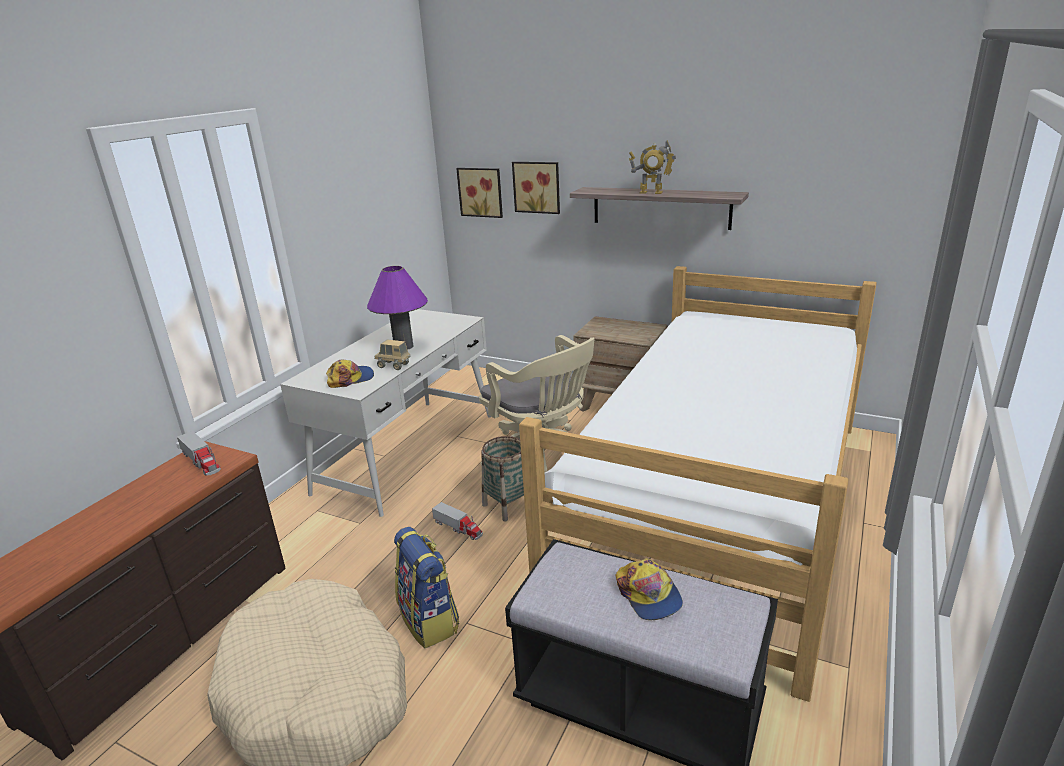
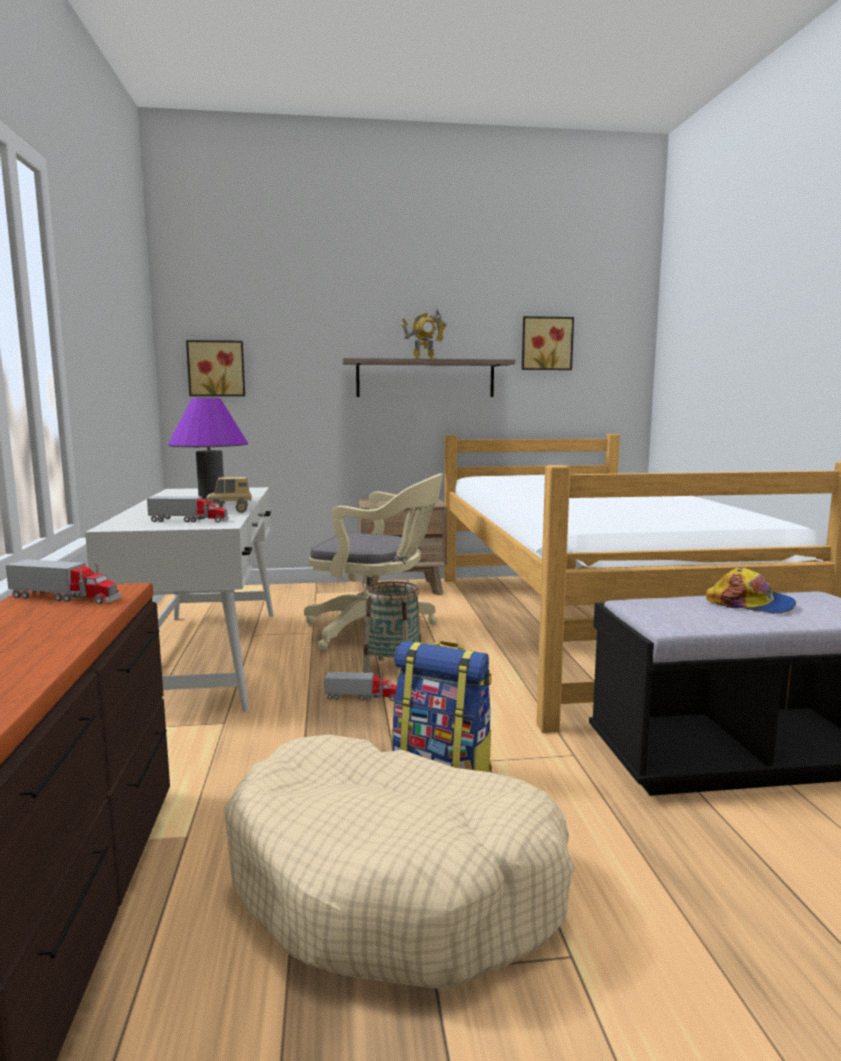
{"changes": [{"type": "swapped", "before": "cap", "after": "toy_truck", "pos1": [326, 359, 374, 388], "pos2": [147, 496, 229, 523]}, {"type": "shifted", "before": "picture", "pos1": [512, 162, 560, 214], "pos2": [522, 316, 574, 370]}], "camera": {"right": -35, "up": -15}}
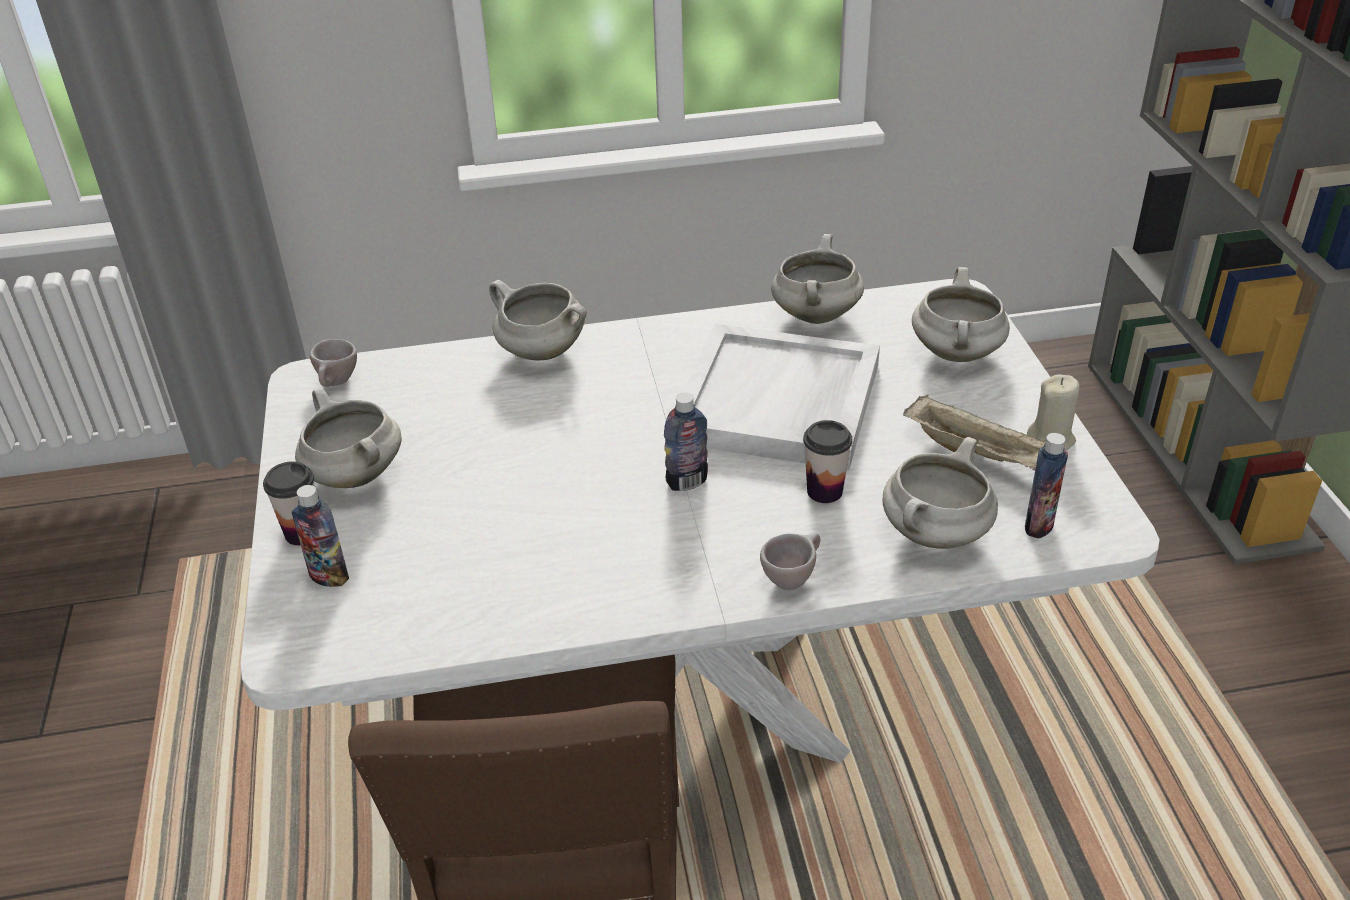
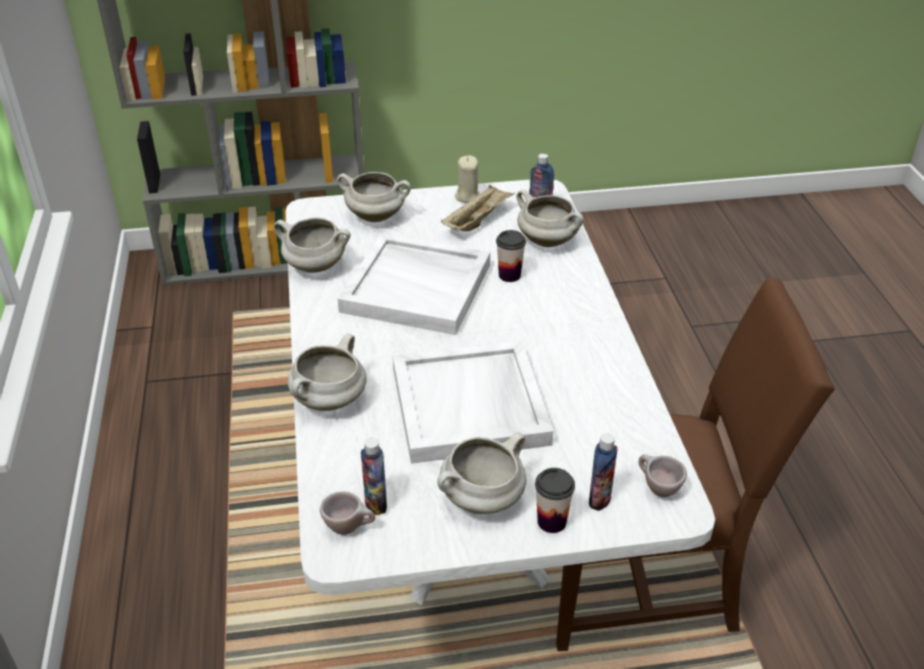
{"changes": [{"type": "shifted", "before": "bottle", "pos1": [664, 393, 708, 491], "pos2": [361, 438, 387, 515]}, {"type": "new", "after": "white_tray", "pos2": [393, 341, 553, 464]}, {"type": "shifted", "before": "beige_cup", "pos1": [760, 533, 820, 590], "pos2": [638, 454, 687, 497]}], "camera": {"right": -90, "up": 0}}
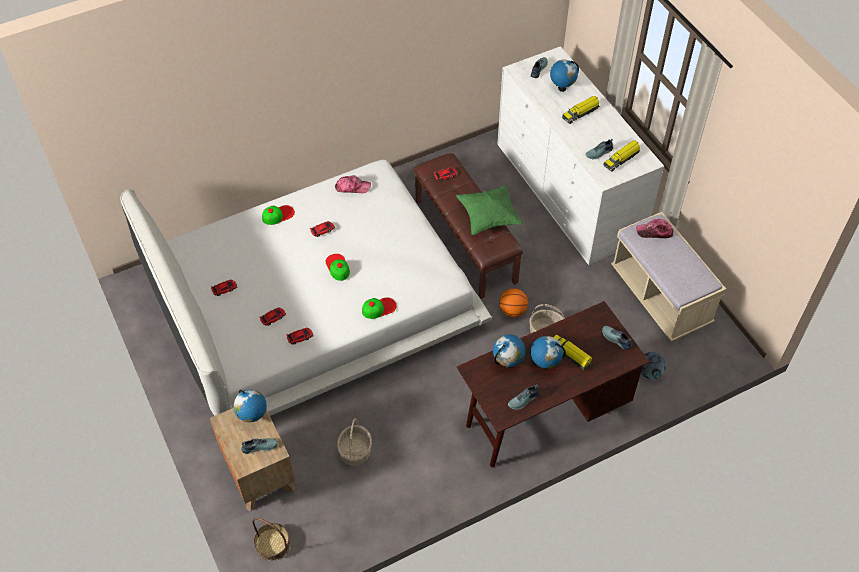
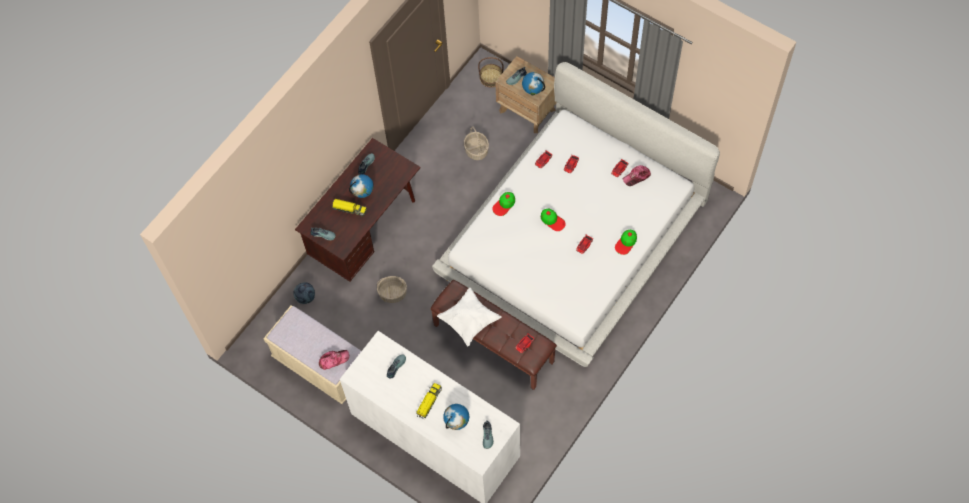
{"changes": [{"type": "repainted", "before": "green_pillow", "after": "white_pillow", "pos1": [456, 185, 523, 235], "pos2": [437, 288, 501, 346]}, {"type": "shifted", "before": "cap", "pos1": [335, 176, 371, 193], "pos2": [623, 165, 651, 186]}, {"type": "gone", "before": "globe", "pos1": [493, 334, 525, 368]}, {"type": "gone", "before": "basketball", "pos1": [499, 288, 528, 317]}, {"type": "gone", "before": "toy_truck", "pos1": [603, 141, 640, 172]}], "camera": {"right": 155, "up": 10}}
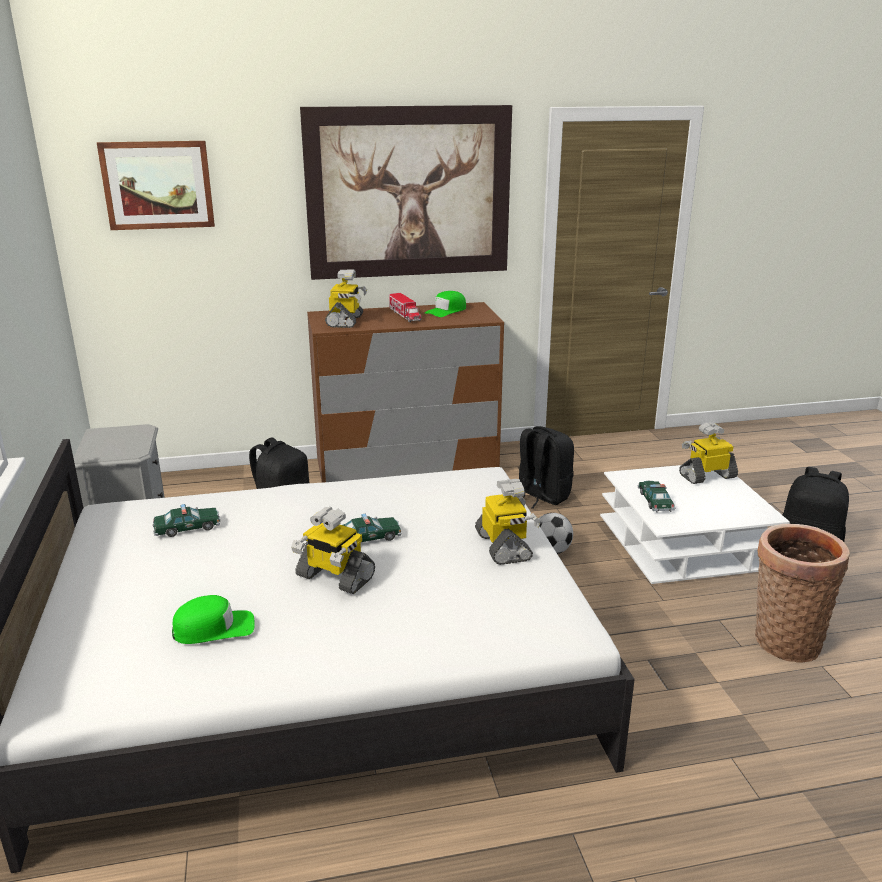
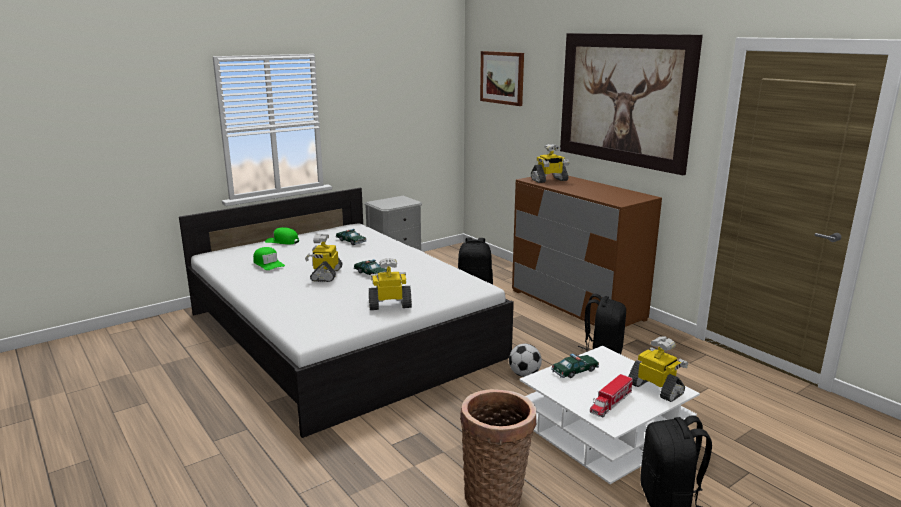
{"changes": [{"type": "shifted", "before": "green_cap", "pos1": [425, 291, 466, 317], "pos2": [265, 227, 299, 245]}, {"type": "rotated", "before": "toy_robot", "pos1": [475, 479, 541, 565], "pos2": [369, 258, 412, 310], "turn": -150}, {"type": "shifted", "before": "toy_truck", "pos1": [389, 293, 422, 322], "pos2": [590, 374, 633, 417]}], "camera": {"right": 65, "up": -5}}
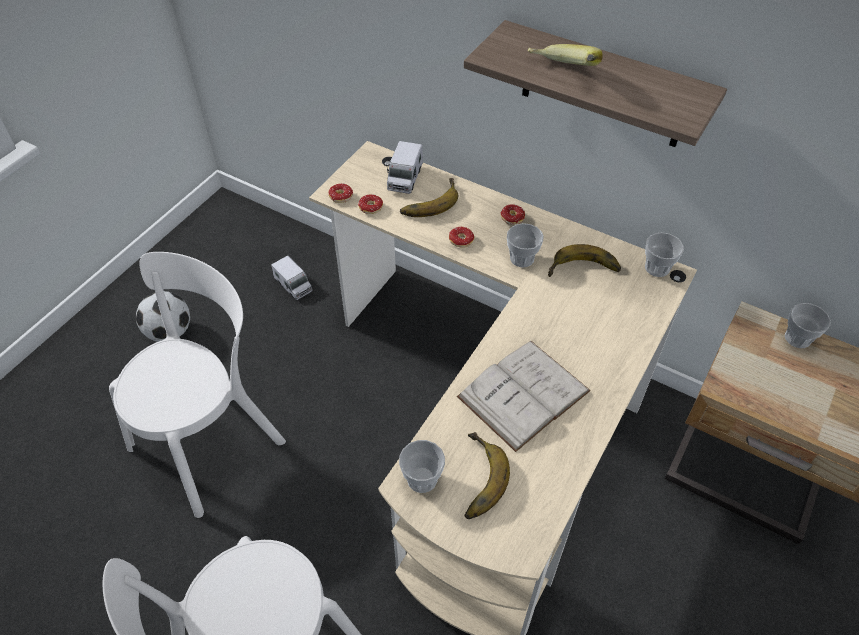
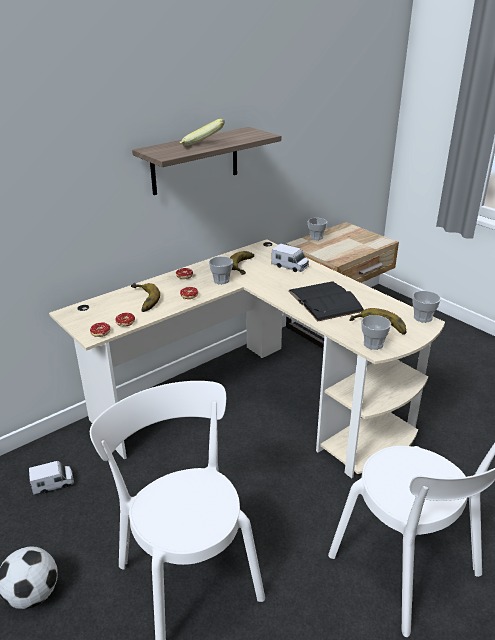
{"changes": [{"type": "shifted", "before": "toy_truck", "pos1": [387, 141, 423, 194], "pos2": [271, 243, 309, 272]}, {"type": "repainted", "before": "white_book", "after": "black_book", "pos1": [457, 341, 591, 452], "pos2": [288, 281, 364, 322]}, {"type": "shifted", "before": "cup", "pos1": [645, 232, 684, 277], "pos2": [413, 291, 441, 323]}], "camera": {"right": -70, "up": -20}}
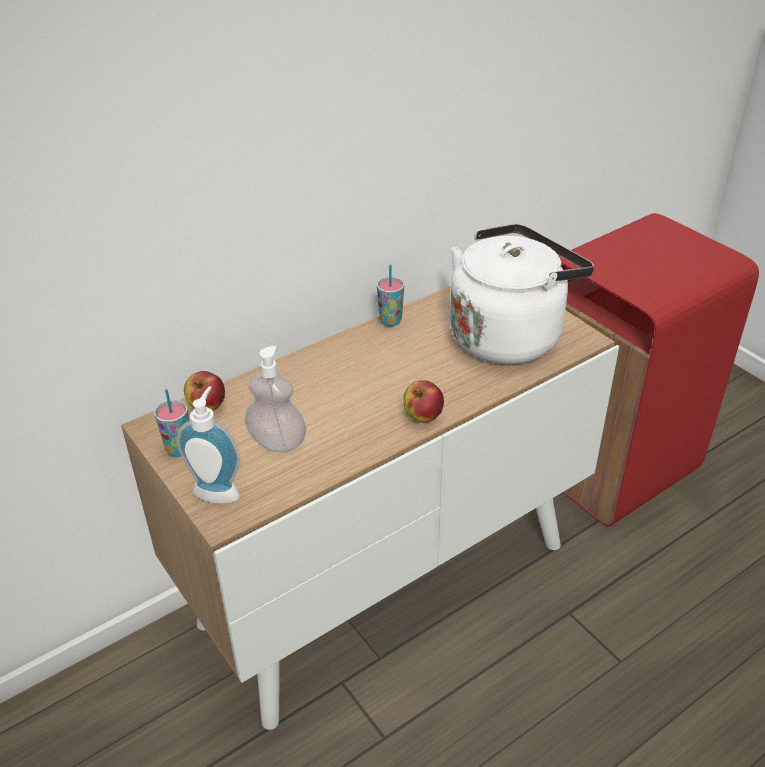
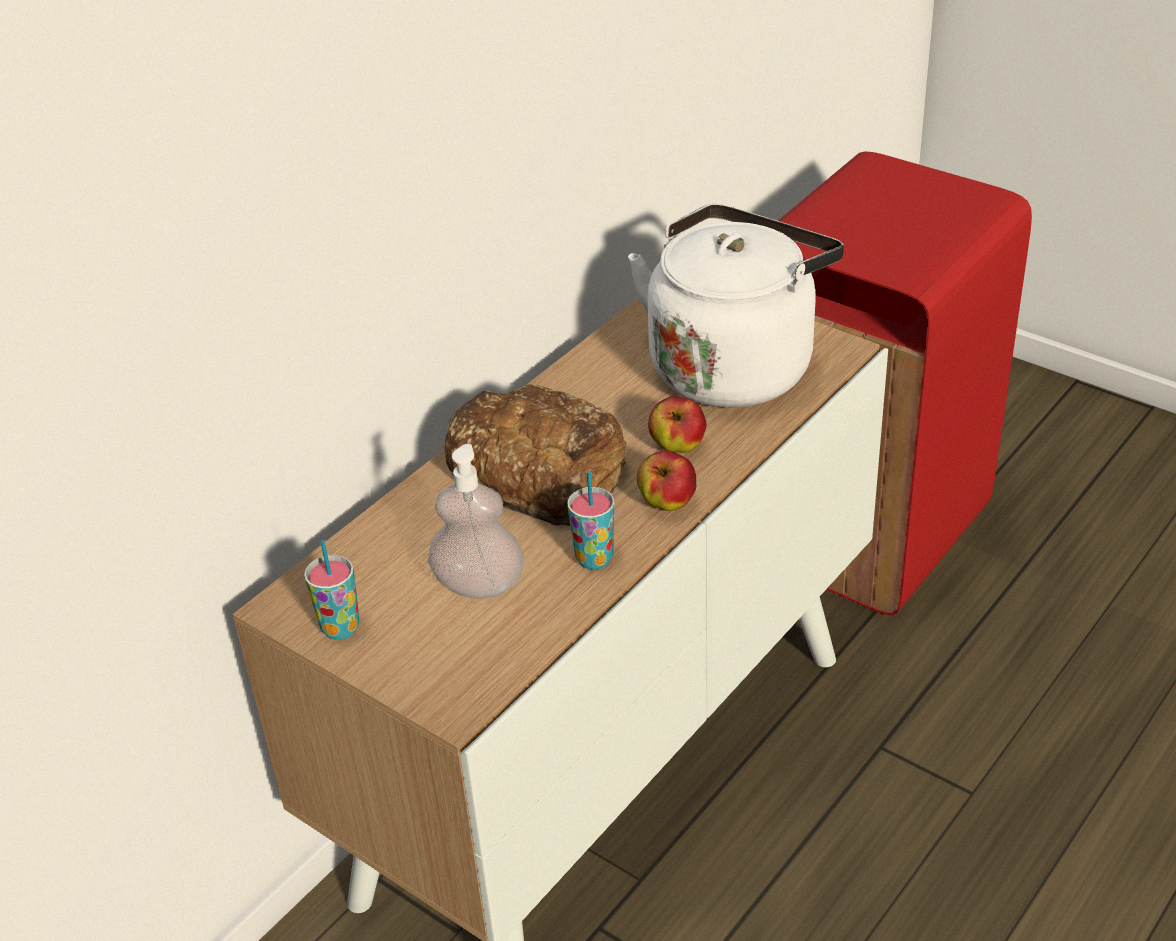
{"changes": [{"type": "new", "after": "bread", "pos2": [445, 384, 626, 526]}, {"type": "shifted", "before": "cup", "pos1": [377, 265, 404, 327], "pos2": [567, 471, 615, 570]}, {"type": "shifted", "before": "apple", "pos1": [184, 371, 225, 411], "pos2": [648, 396, 707, 453]}, {"type": "gone", "before": "soap_dispenser", "pos1": [177, 386, 240, 504]}], "camera": {"right": -15, "up": 0}}
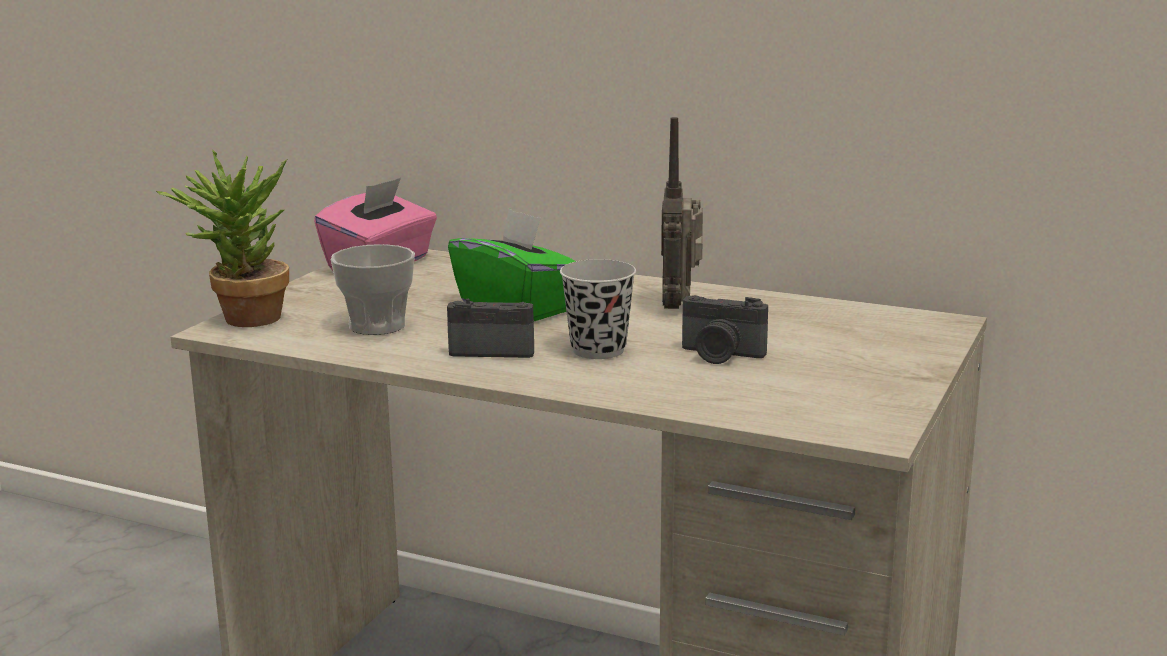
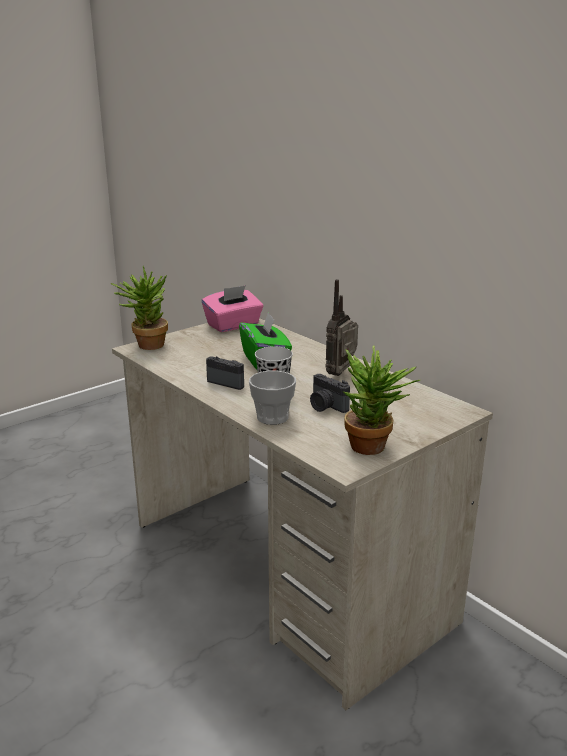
{"changes": [{"type": "shifted", "before": "cup", "pos1": [331, 244, 415, 335], "pos2": [249, 371, 296, 425]}, {"type": "new", "after": "potted_plant", "pos2": [343, 345, 420, 455]}], "camera": {"right": 25, "up": 5}}
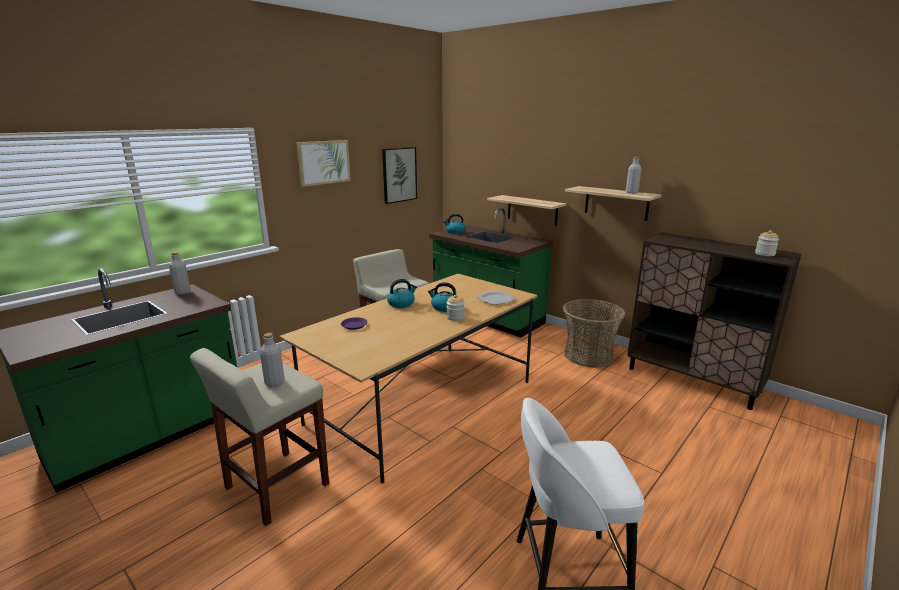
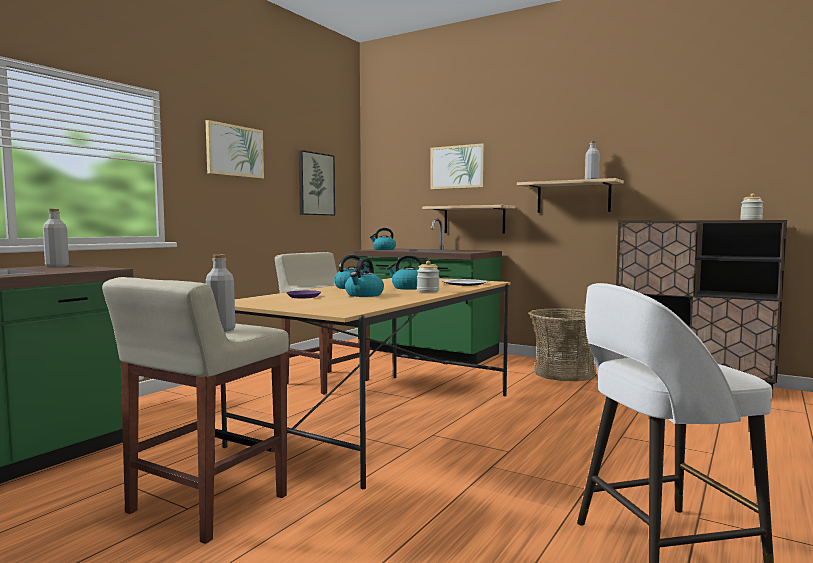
{"changes": [{"type": "new", "after": "kettle", "pos2": [345, 258, 384, 297]}, {"type": "new", "after": "picture", "pos2": [430, 143, 485, 189]}], "camera": {"right": -10, "up": -15}}
